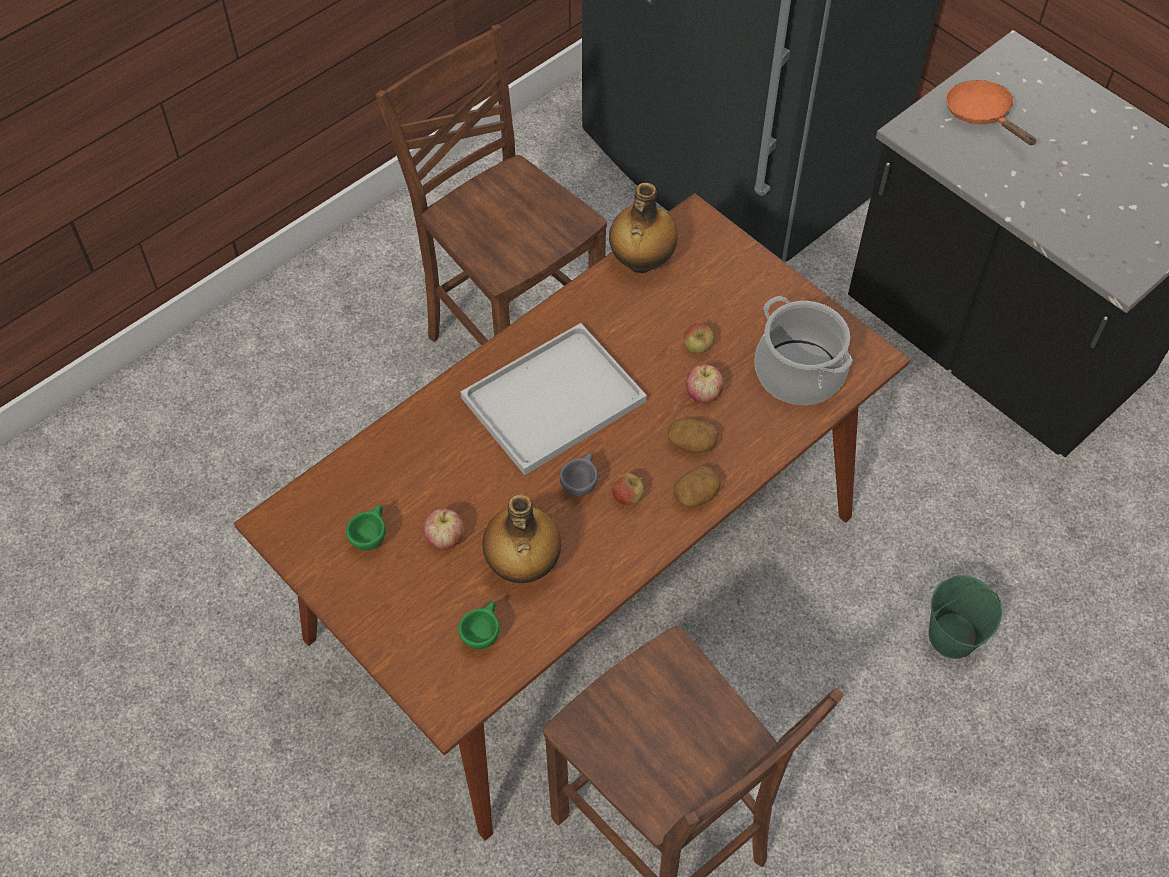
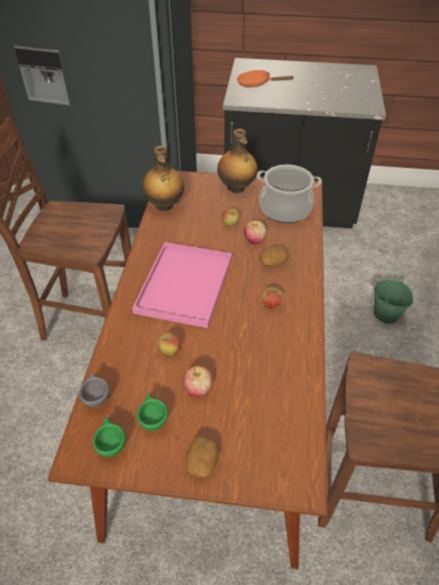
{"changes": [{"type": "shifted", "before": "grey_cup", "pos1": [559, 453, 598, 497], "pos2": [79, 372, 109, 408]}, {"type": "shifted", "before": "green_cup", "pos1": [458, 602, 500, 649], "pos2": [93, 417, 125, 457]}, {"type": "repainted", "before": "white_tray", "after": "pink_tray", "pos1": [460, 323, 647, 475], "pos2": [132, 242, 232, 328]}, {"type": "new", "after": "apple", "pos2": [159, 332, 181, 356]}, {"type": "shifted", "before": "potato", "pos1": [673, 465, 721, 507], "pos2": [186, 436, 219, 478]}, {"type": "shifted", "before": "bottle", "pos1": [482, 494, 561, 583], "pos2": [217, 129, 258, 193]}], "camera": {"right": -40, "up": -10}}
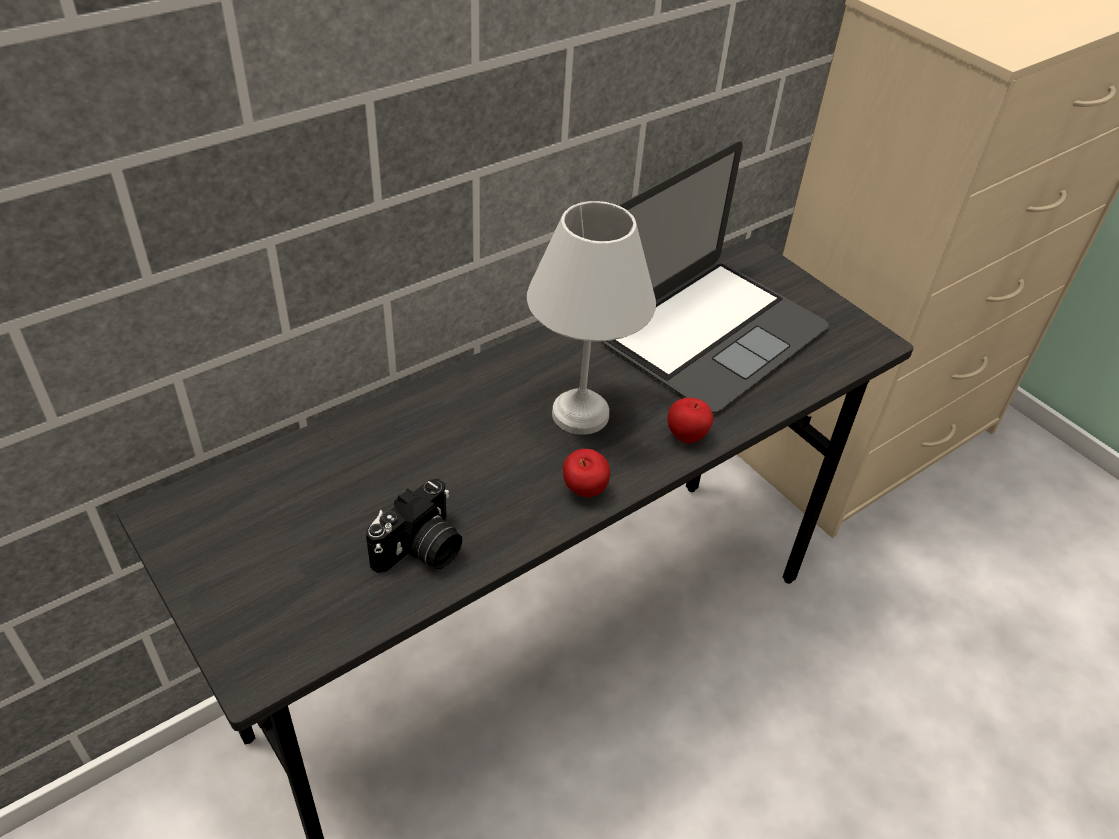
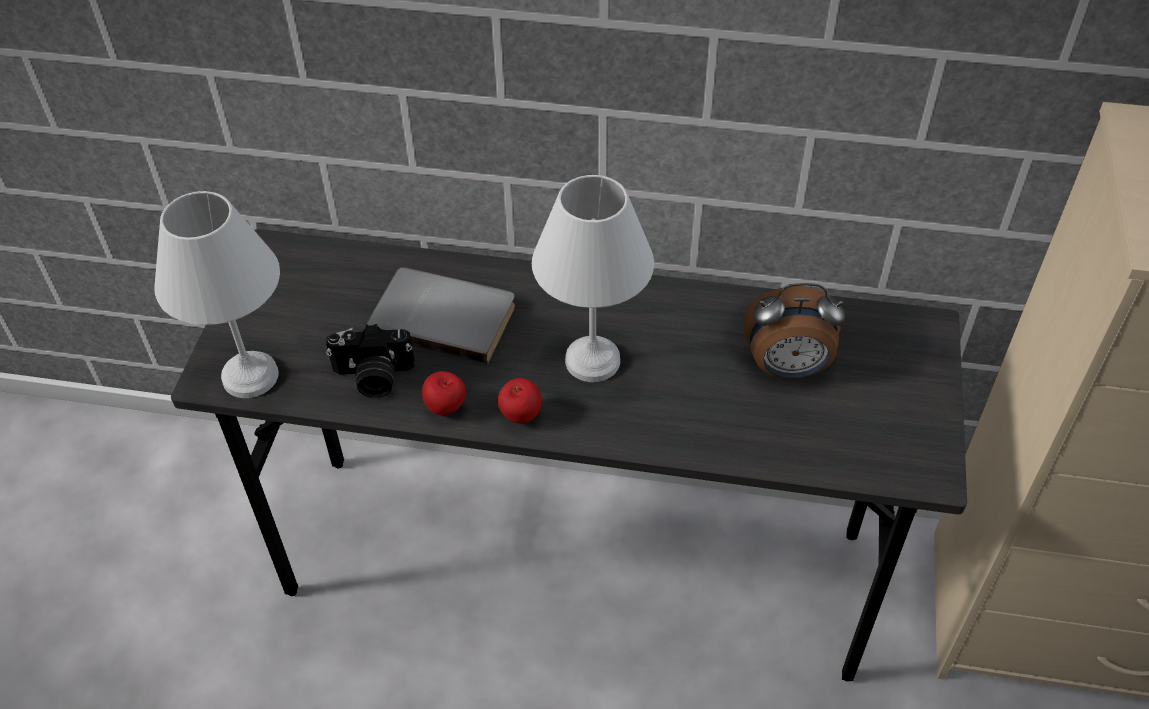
{"changes": [{"type": "new", "after": "white_table_lamp", "pos2": [155, 191, 280, 398]}, {"type": "new", "after": "grey_book", "pos2": [365, 267, 515, 364]}, {"type": "shifted", "before": "apple", "pos1": [667, 398, 713, 444], "pos2": [422, 371, 466, 415]}, {"type": "swapped", "before": "laptop", "after": "alarm_clock", "pos1": [602, 141, 829, 413], "pos2": [743, 283, 845, 379]}], "camera": {"right": 50, "up": 5}}
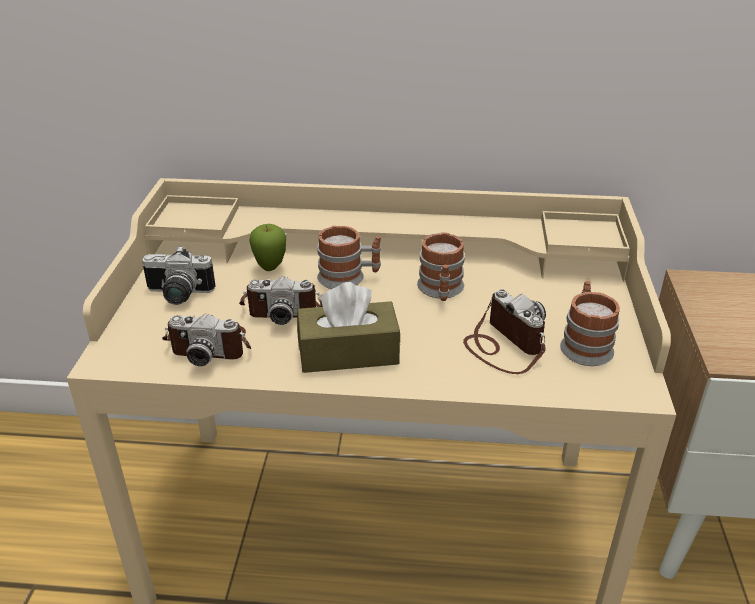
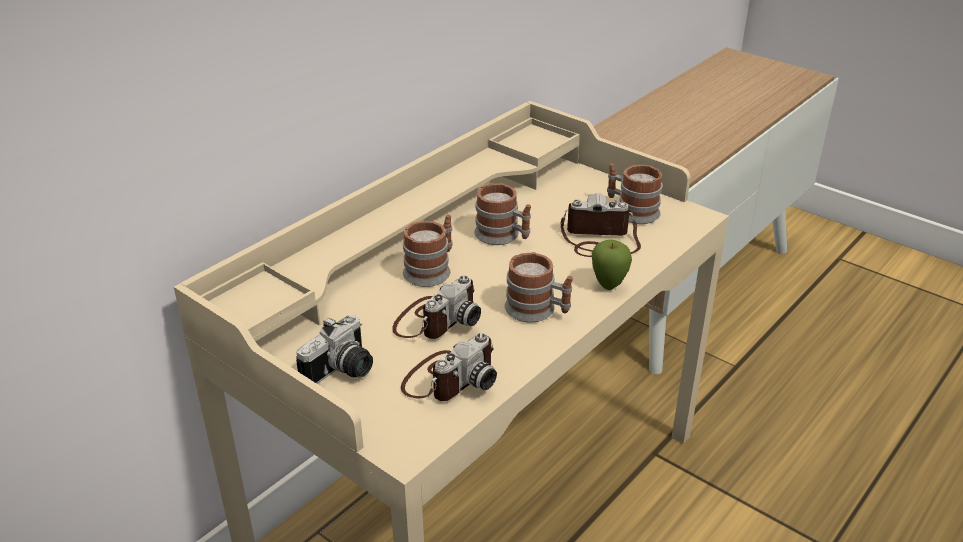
{"changes": [{"type": "swapped", "before": "brown_tissue_box", "after": "mug", "pos1": [297, 282, 400, 373], "pos2": [505, 252, 573, 322]}, {"type": "shifted", "before": "apple", "pos1": [249, 224, 286, 271], "pos2": [592, 240, 632, 290]}], "camera": {"right": -55, "up": 0}}
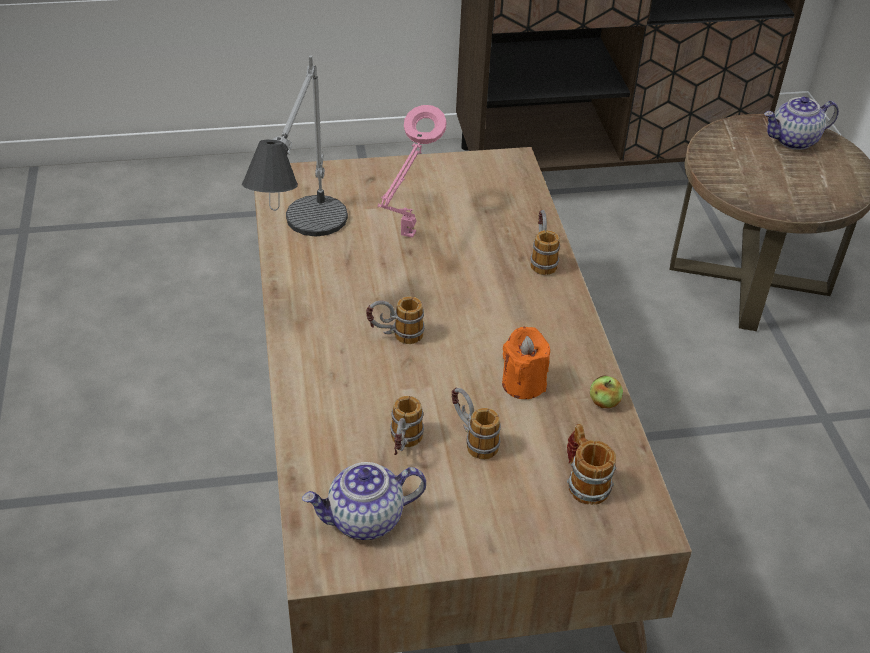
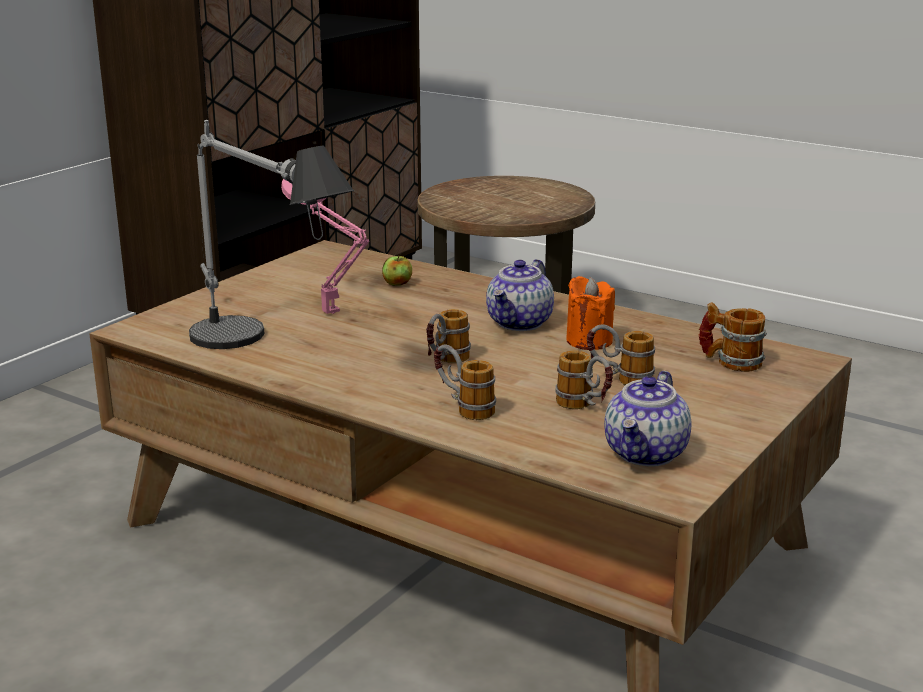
{"changes": [{"type": "shifted", "before": "apple", "pos1": [590, 375, 623, 408], "pos2": [382, 253, 412, 286]}, {"type": "shifted", "before": "mug", "pos1": [530, 210, 560, 275], "pos2": [434, 345, 496, 420]}, {"type": "shifted", "before": "teapot", "pos1": [764, 96, 839, 150], "pos2": [486, 259, 554, 331]}], "camera": {"right": -45, "up": -20}}
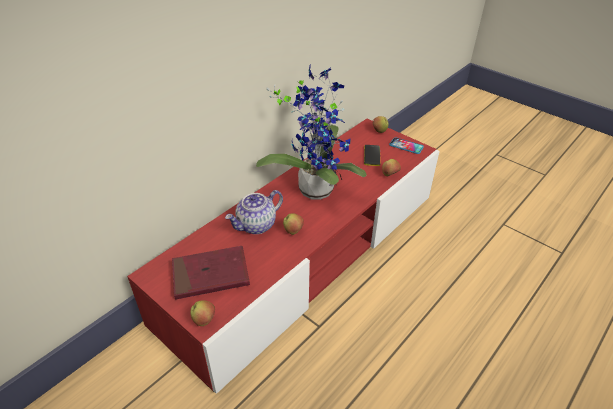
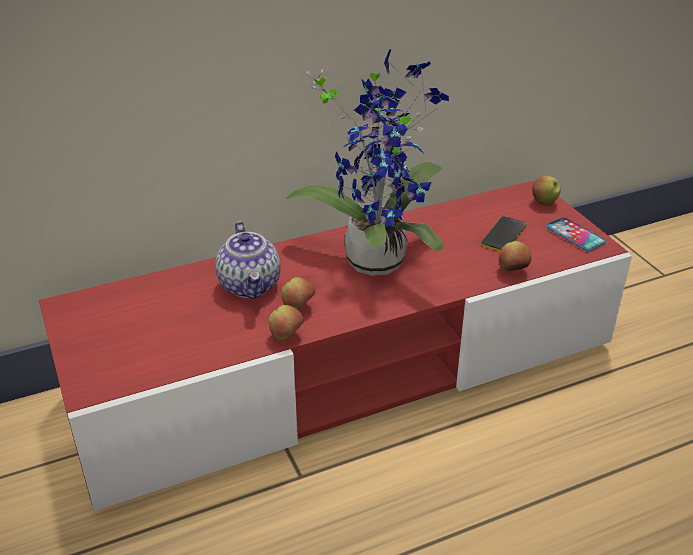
{"changes": [{"type": "rotated", "before": "teapot", "pos1": [225, 190, 283, 234], "pos2": [215, 221, 281, 299], "turn": -90}, {"type": "shifted", "before": "apple", "pos1": [190, 300, 215, 326], "pos2": [269, 305, 304, 341]}, {"type": "gone", "before": "red_book", "pos1": [172, 246, 250, 300]}], "camera": {"right": 25, "up": -5}}
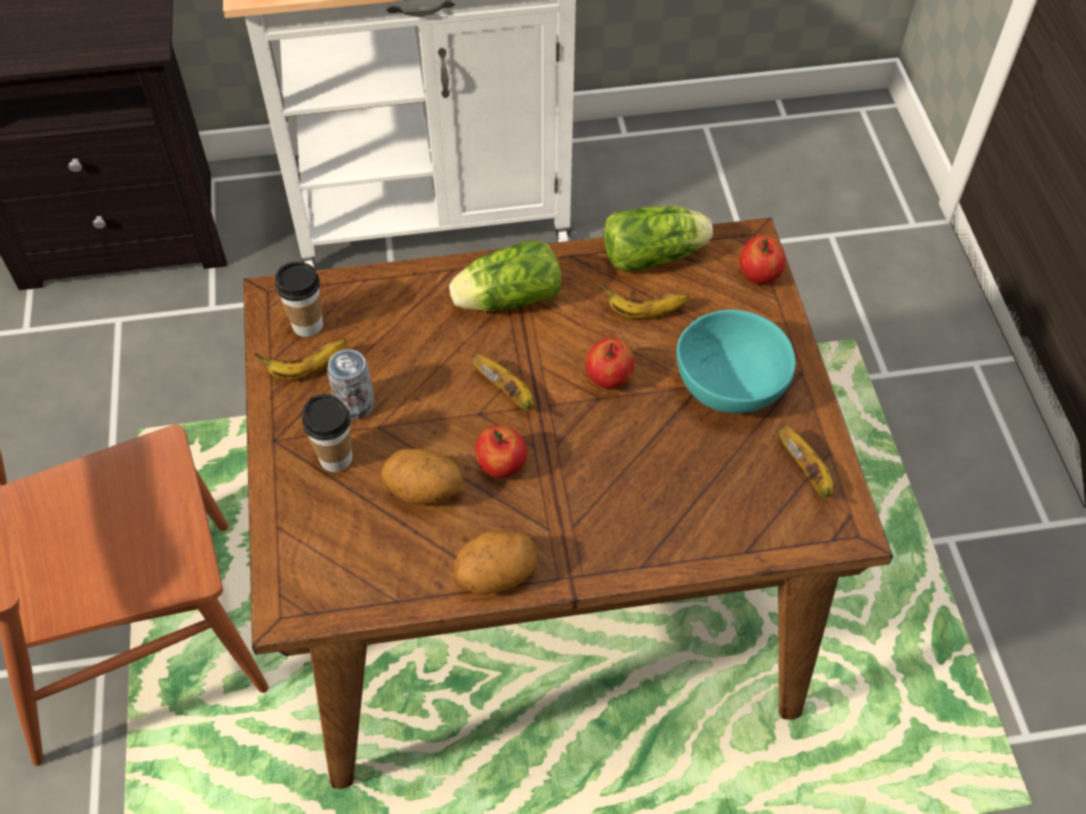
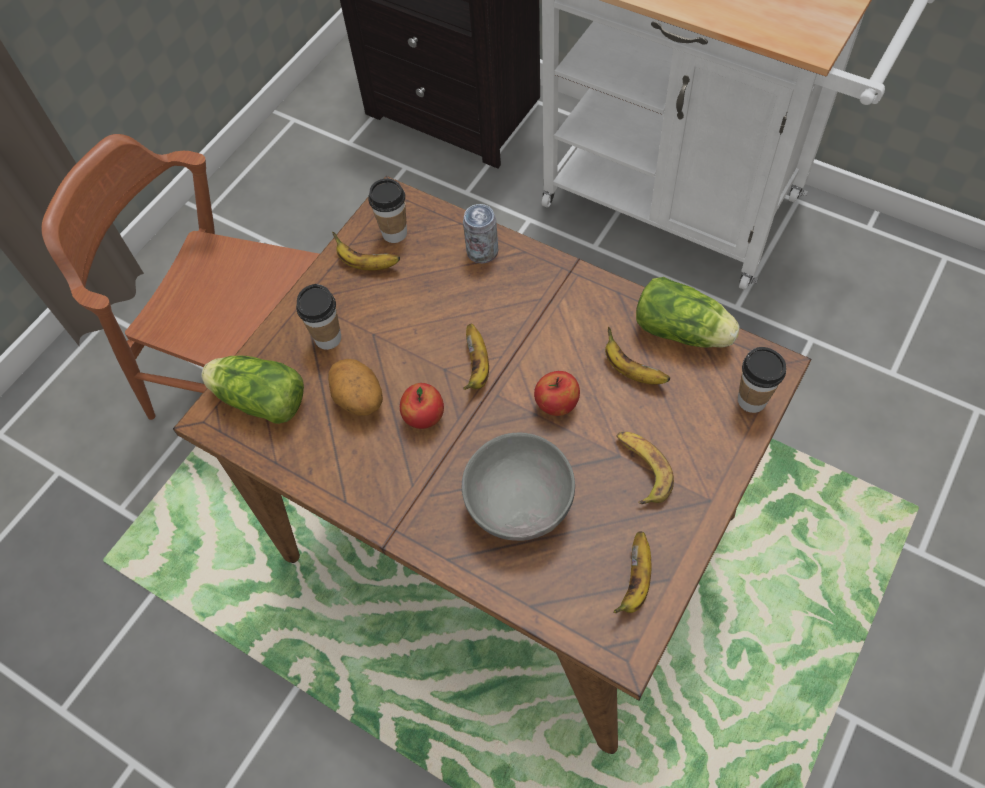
{"changes": [{"type": "shifted", "before": "lettuce", "pos1": [449, 240, 561, 311], "pos2": [201, 356, 304, 424]}, {"type": "new", "after": "grey_bowl", "pos2": [462, 433, 575, 541]}, {"type": "shifted", "before": "can", "pos1": [327, 349, 375, 420], "pos2": [463, 204, 498, 263]}, {"type": "swapped", "before": "turquoise_bowl", "after": "banana", "pos1": [676, 310, 796, 413], "pos2": [616, 432, 674, 504]}, {"type": "swapped", "before": "apple", "after": "cup", "pos1": [739, 236, 786, 284], "pos2": [738, 347, 786, 413]}, {"type": "gone", "before": "potato", "pos1": [454, 531, 537, 595]}], "camera": {"right": 45, "up": 5}}
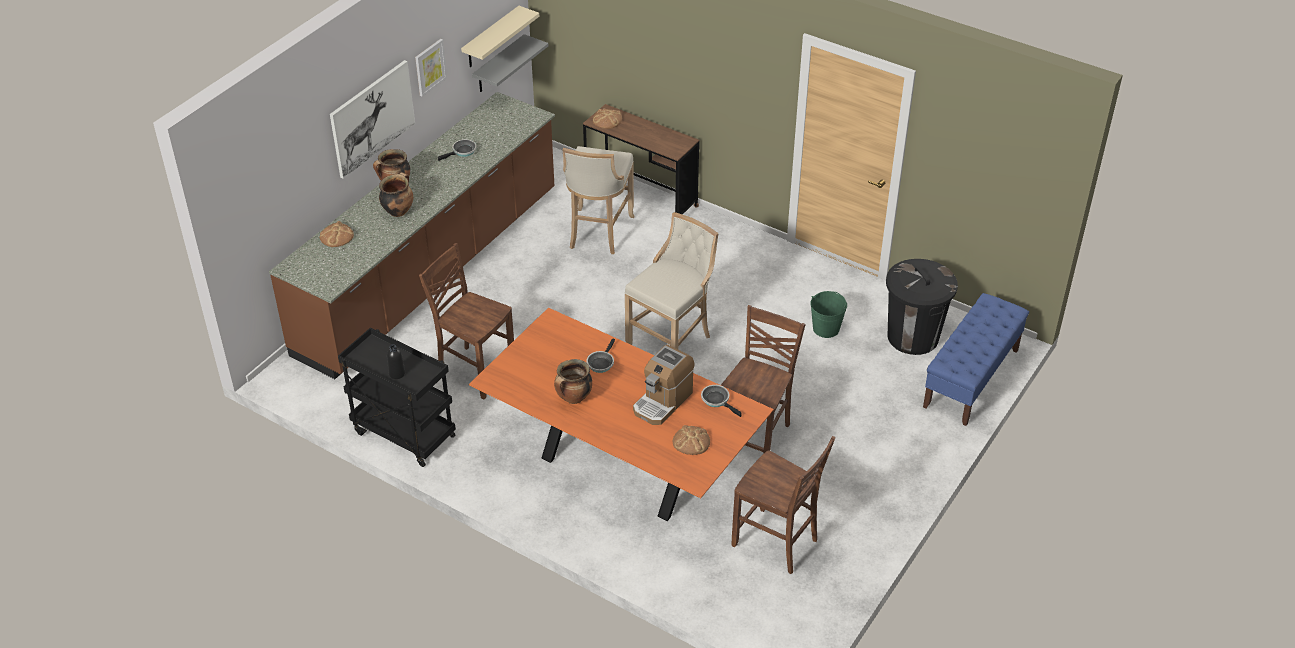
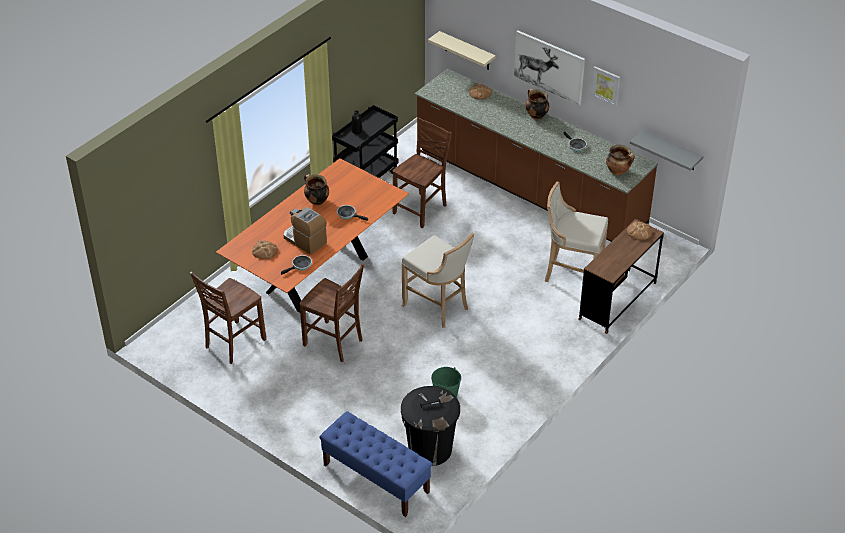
{"changes": [{"type": "shifted", "before": "beige_shelf", "pos1": [461, 6, 539, 67], "pos2": [428, 31, 496, 70]}, {"type": "shifted", "before": "cooking_pot", "pos1": [379, 172, 413, 217], "pos2": [606, 145, 635, 175]}], "camera": {"right": 95, "up": 0}}
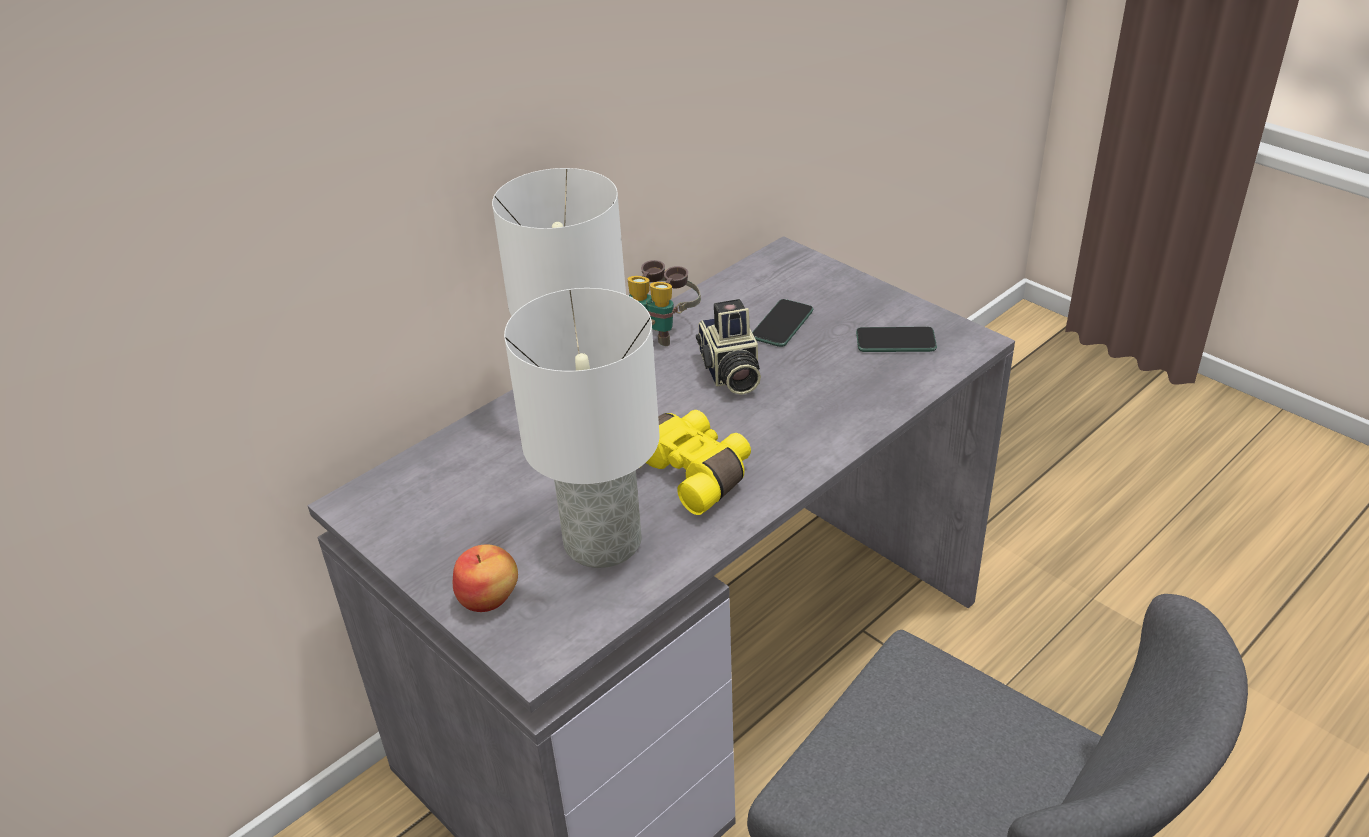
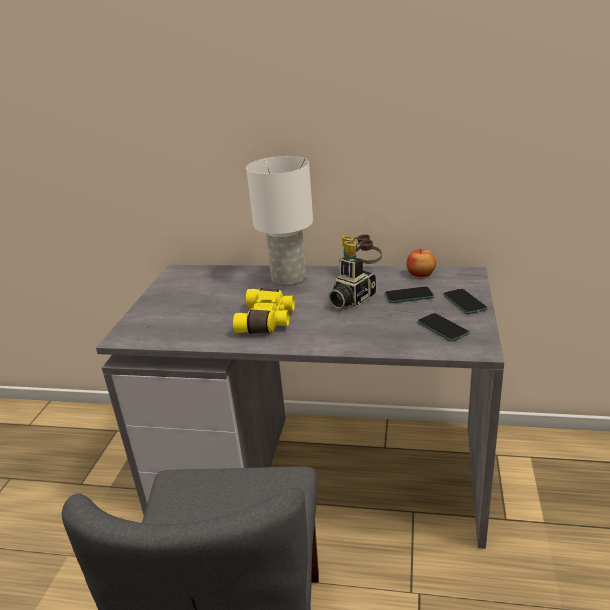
{"changes": [{"type": "shifted", "before": "apple", "pos1": [453, 544, 518, 612], "pos2": [406, 249, 436, 277]}, {"type": "new", "after": "phone", "pos2": [444, 289, 487, 314]}, {"type": "gone", "before": "white_table_lamp", "pos1": [504, 288, 660, 568]}], "camera": {"right": 55, "up": -10}}
